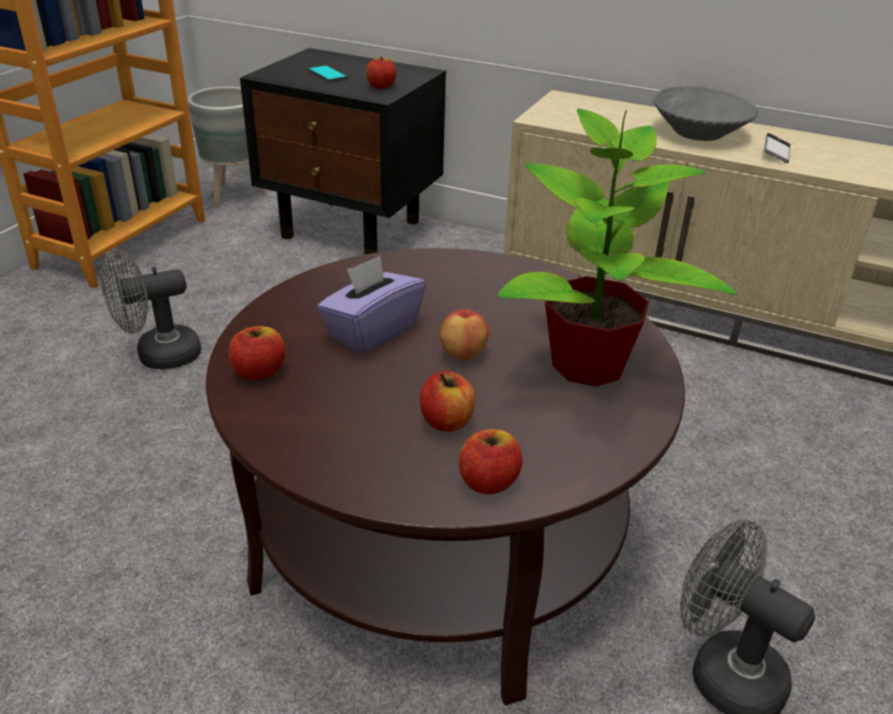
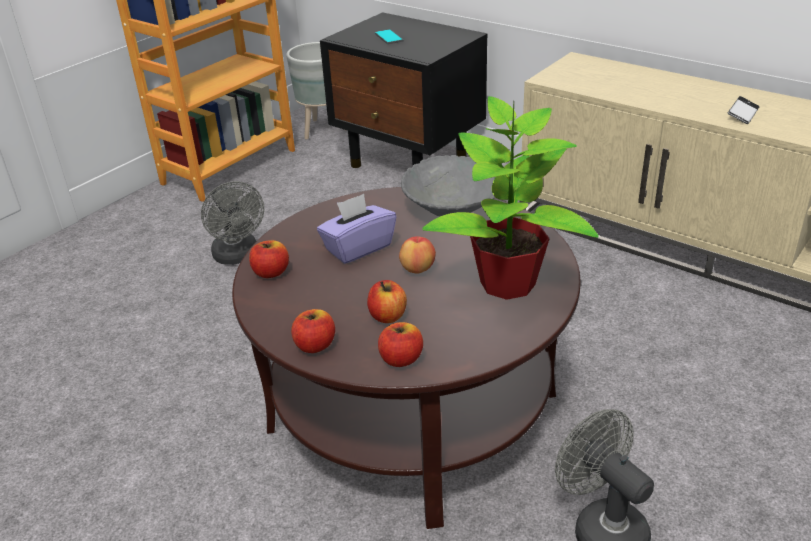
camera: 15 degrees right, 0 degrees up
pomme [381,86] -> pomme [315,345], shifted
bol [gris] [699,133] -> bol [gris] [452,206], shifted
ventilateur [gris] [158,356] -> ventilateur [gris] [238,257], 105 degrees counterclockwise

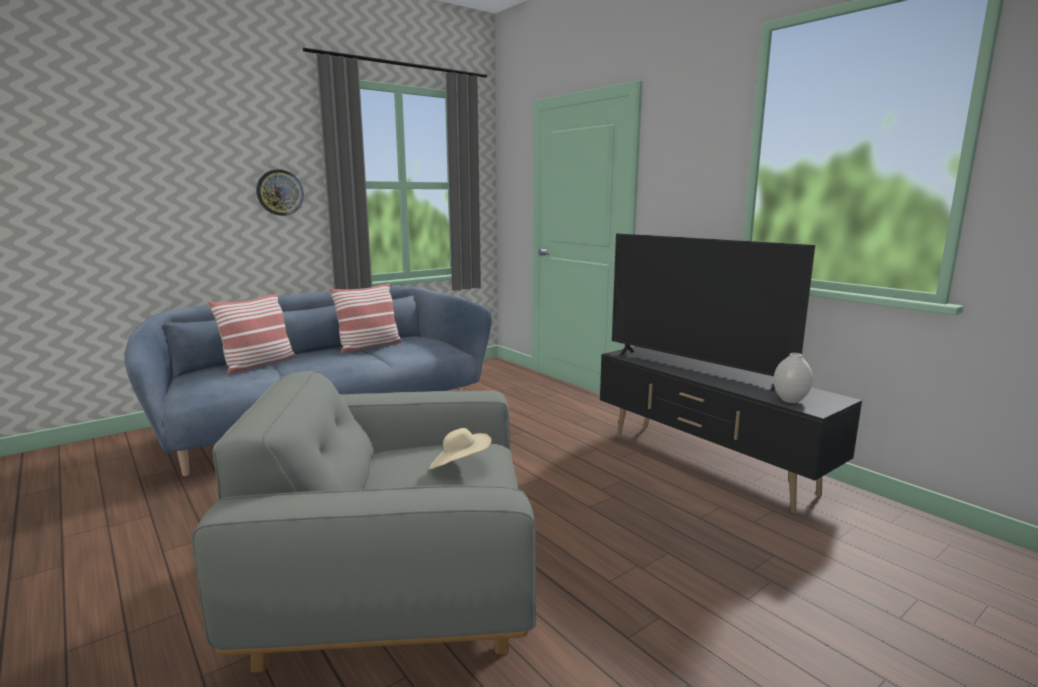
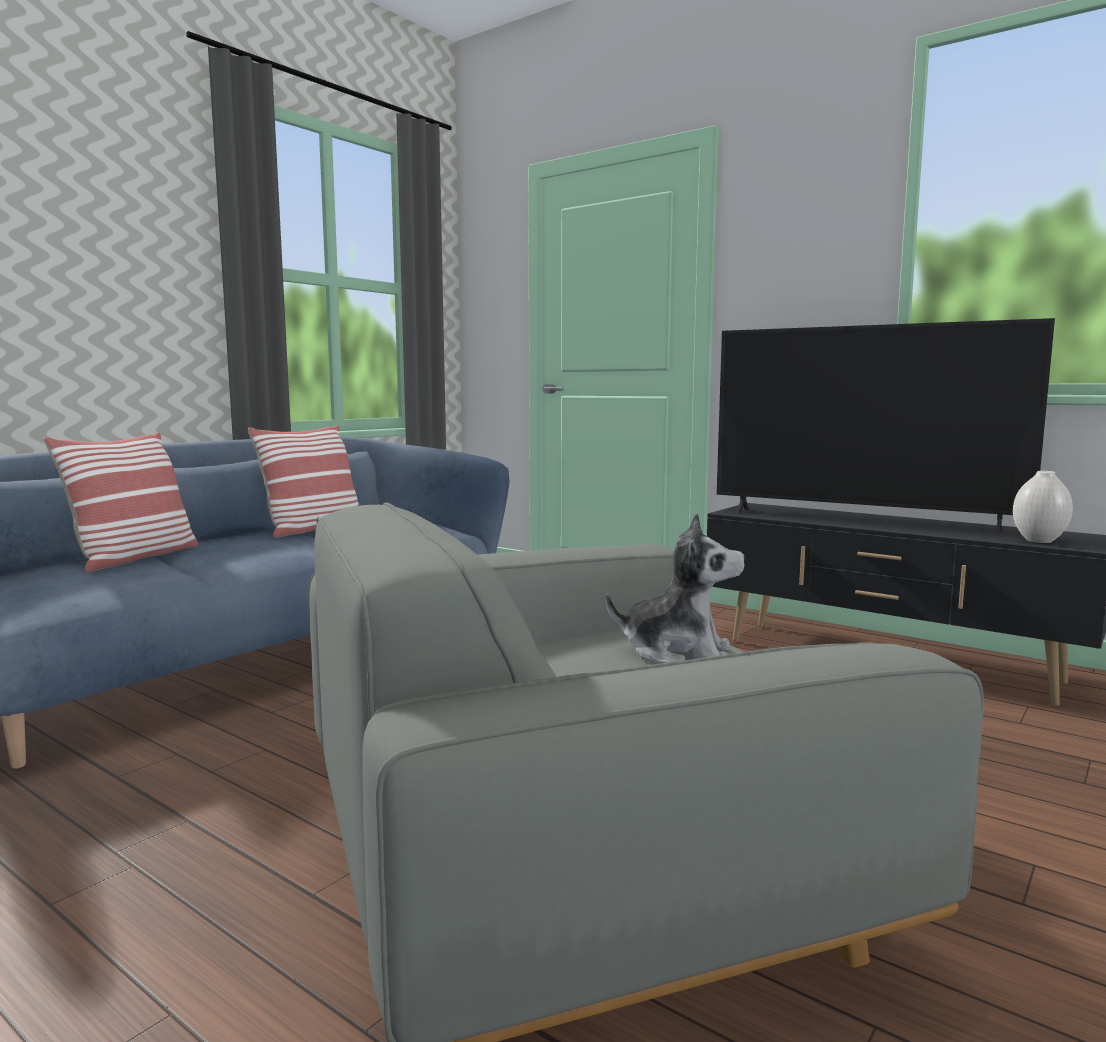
camera: 15 degrees left, 5 degrees down
horloge murale [279,192] -> none
chapeau [beige] [460,466] -> peluche [677,652]

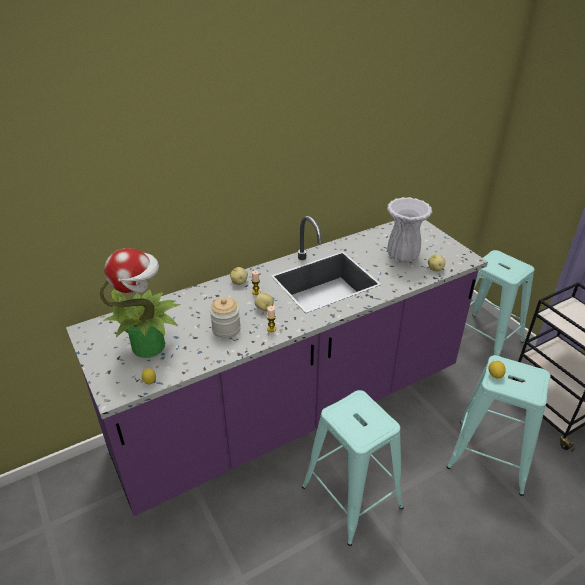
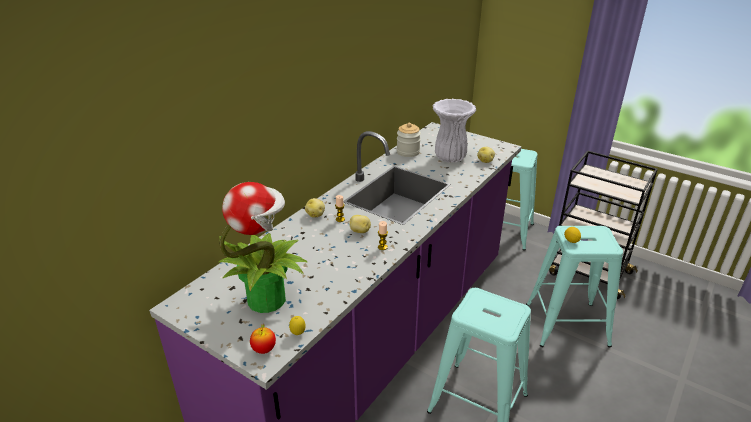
camera: 25 degrees left, 5 degrees down
none -> pomme [264,349]
bocal [226,329] -> bocal [408,152], shifted

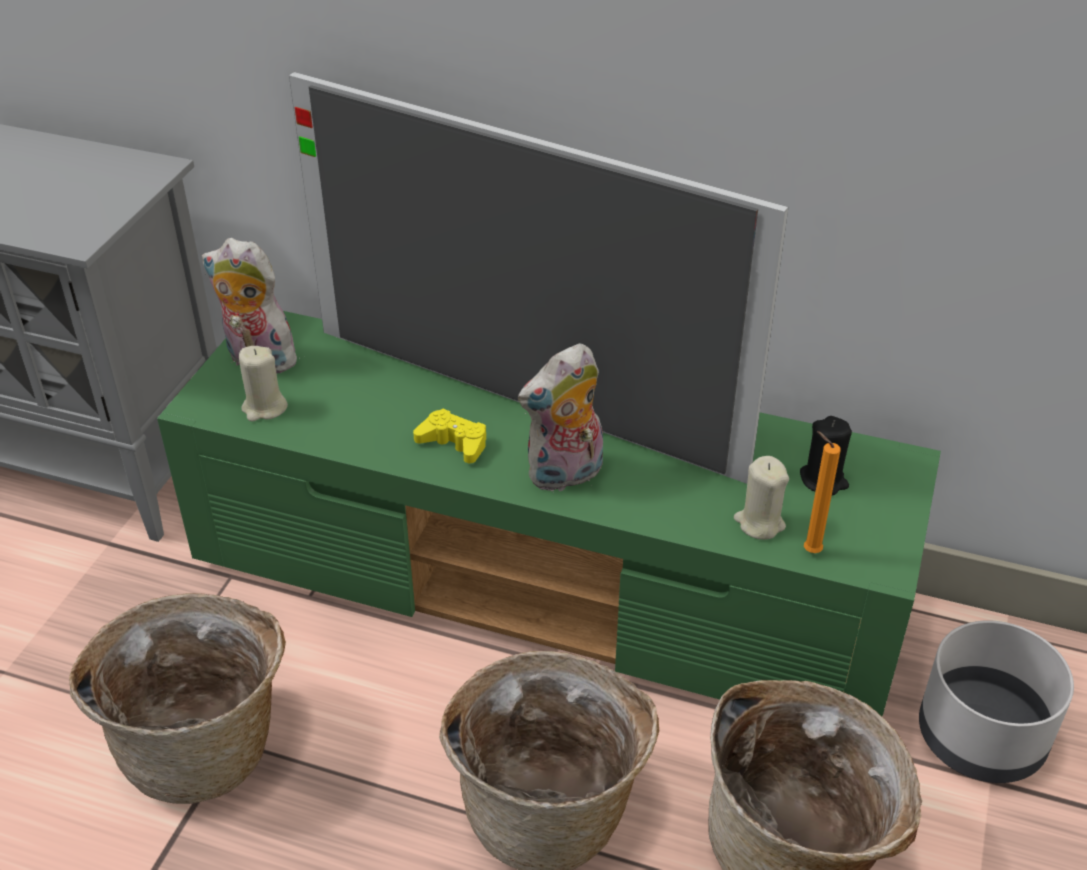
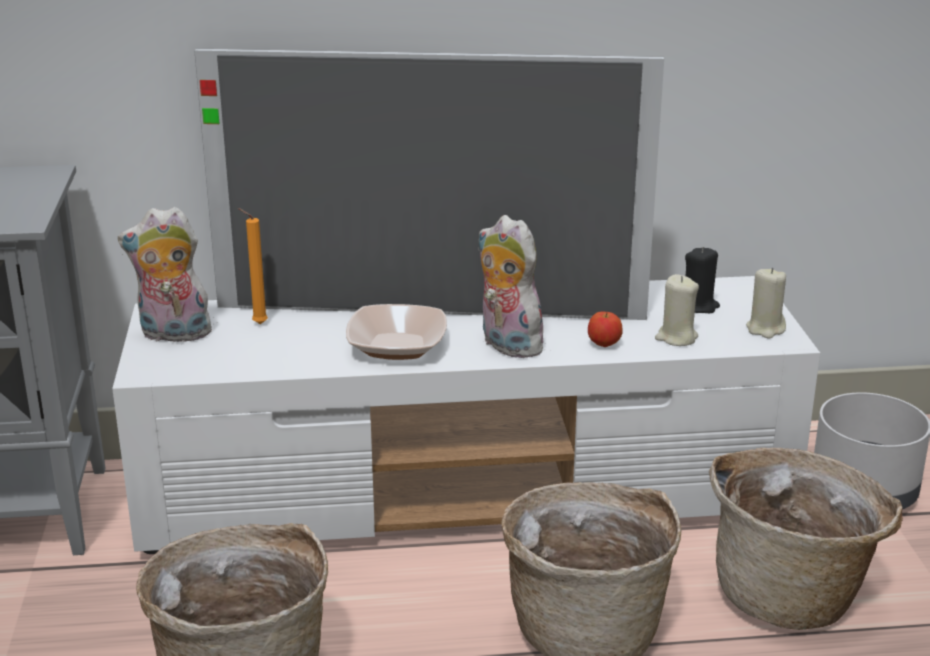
camera: 25 degrees left, 15 degrees down
none -> pomme [604,344]
bougie [beige] [264,408] -> bougie [beige] [765,329], shifted
bougie [orange] [809,550] -> bougie [orange] [257,324], shifted
manette [jaune] [454,443] -> bol [397,346]
meuble télé [vert] [548,584] -> meuble télé [blanc] [468,490]
peluche [565,475] -> peluche [506,345], 105 degrees clockwise

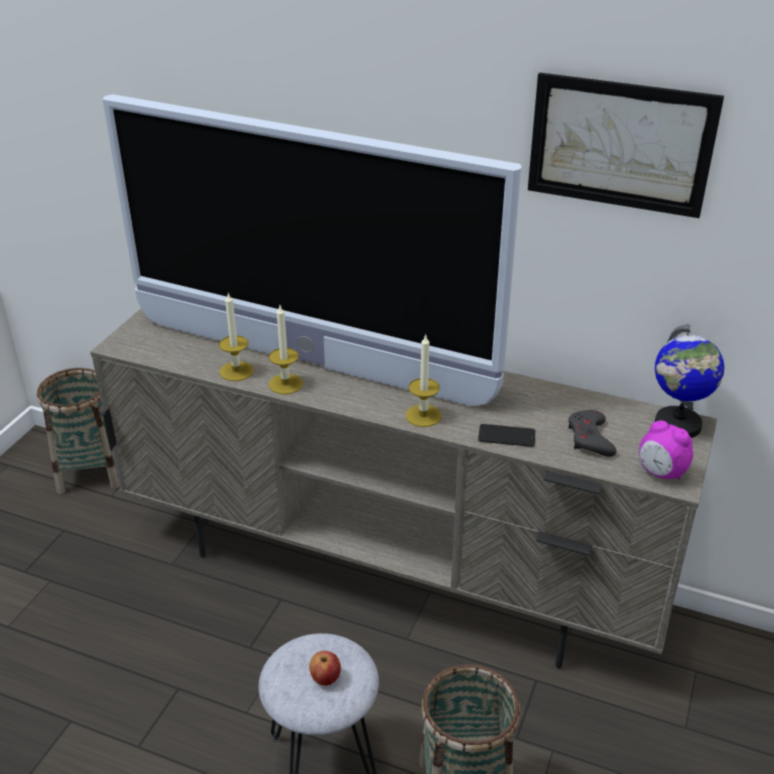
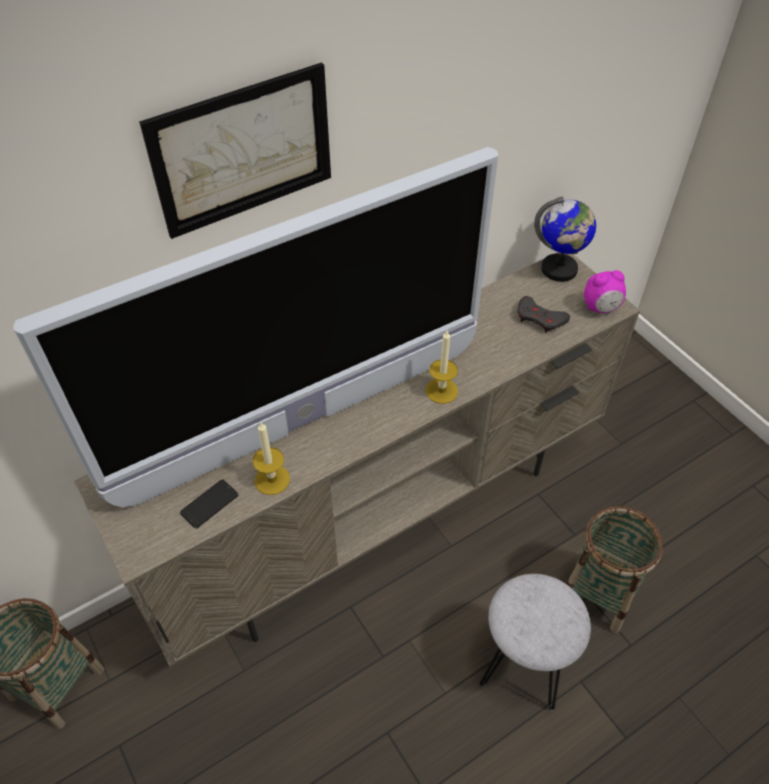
camera: 55 degrees left, 15 degrees up
bougie [285,384] -> none
pomme [325,678] -> none
téléphone [506,436] -> téléphone [209,504], shifted
tableau [620,144] -> tableau [243,151], shifted

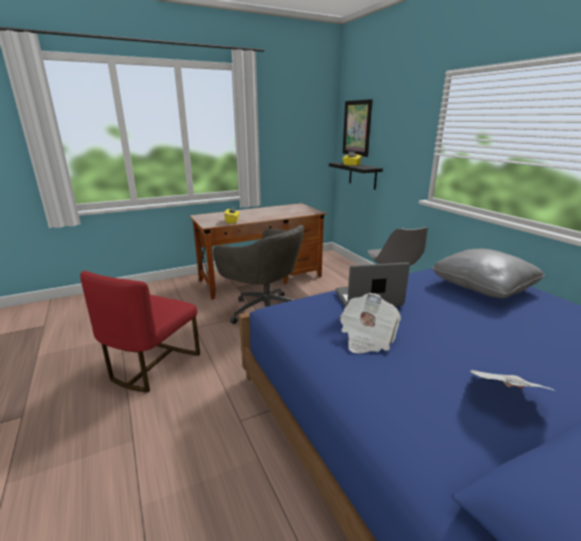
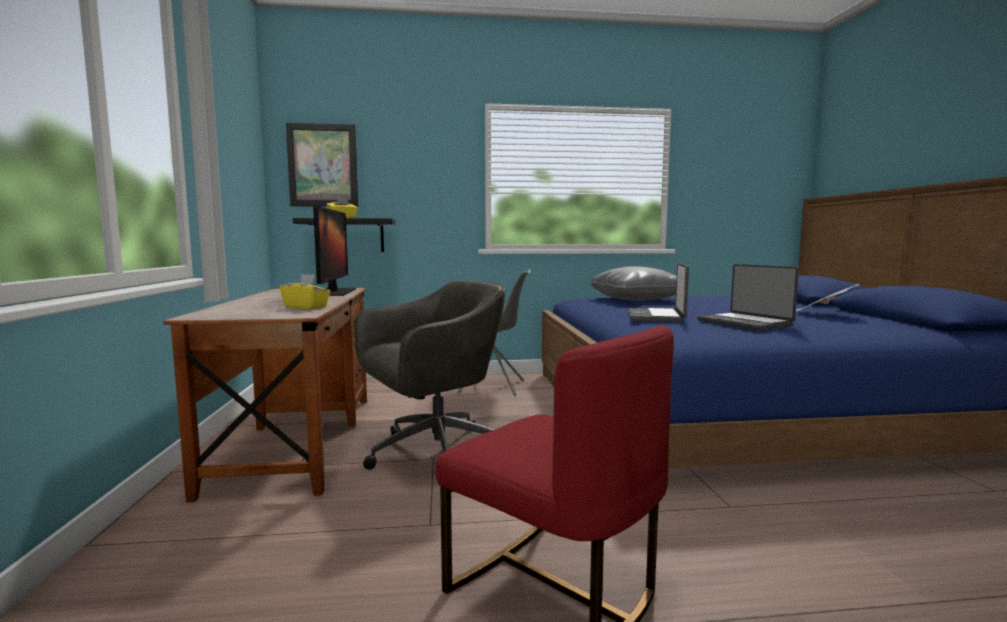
camera: 70 degrees left, 15 degrees down
none -> écran d'ordinateur [334,292]
journal [367,337] -> ordinateur portable [745,323]

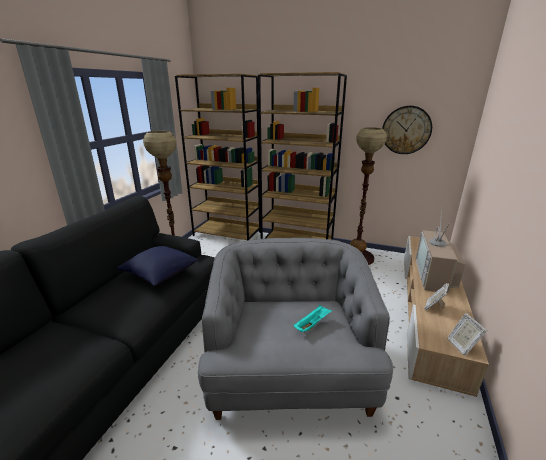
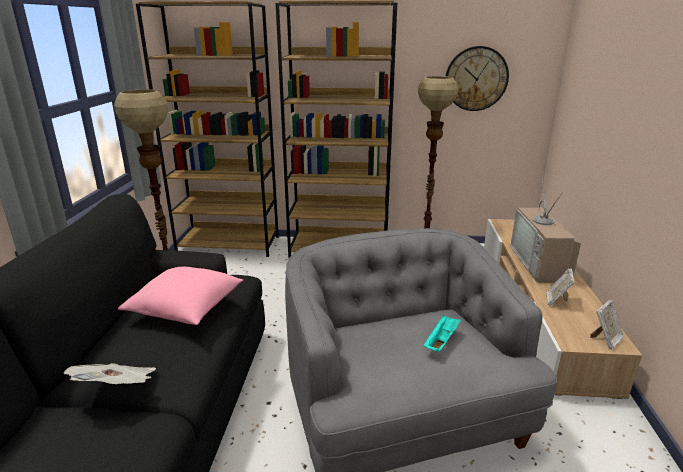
camera: 15 degrees left, 0 degrees up
none -> journal [118,389]
coussin [bleu] [160,274] -> coussin [rose] [187,310]
cadre photo [461,345] -> cadre photo [605,340], 105 degrees counterclockwise

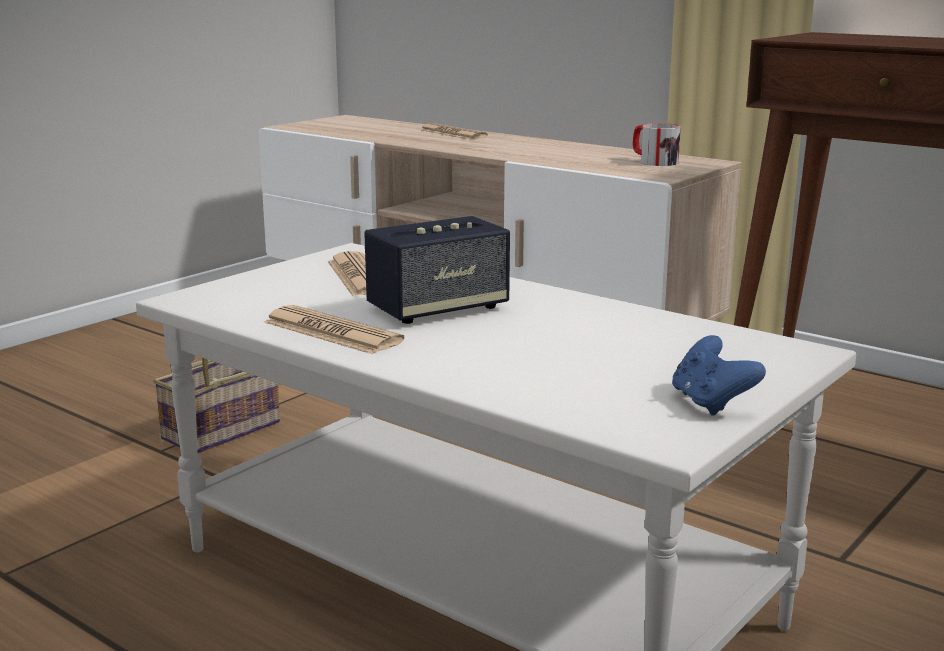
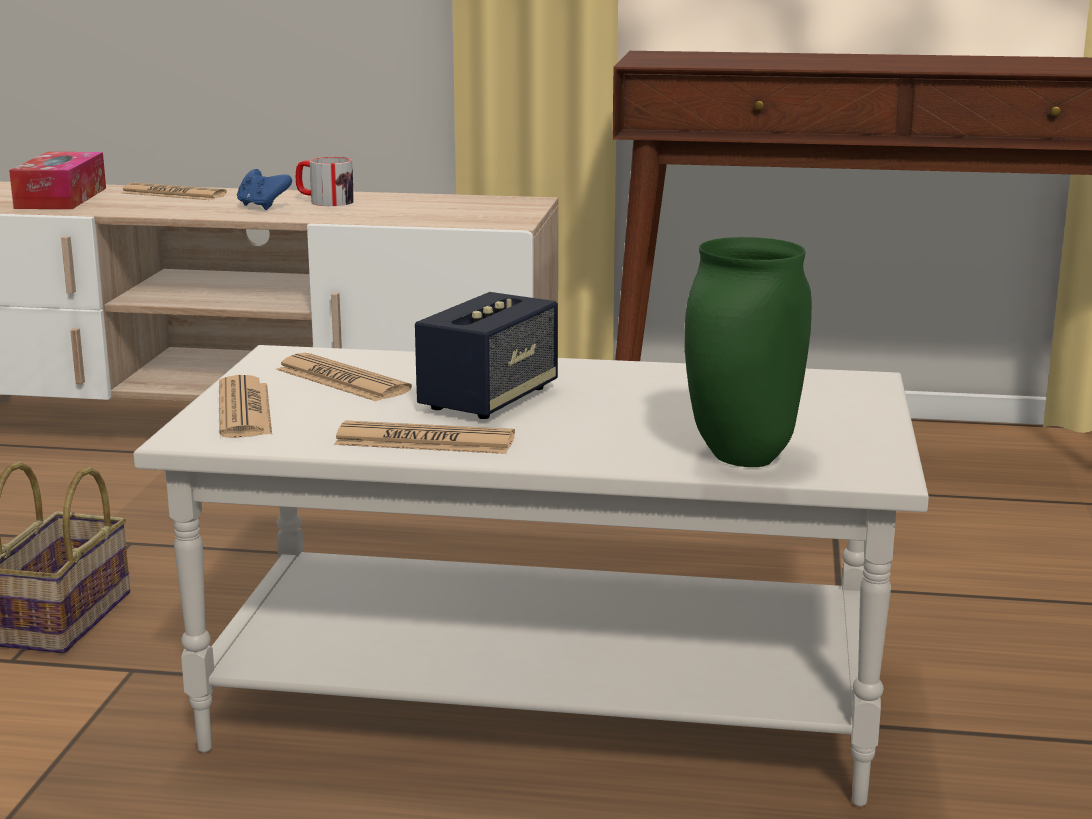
camera: 30 degrees left, 0 degrees up
none -> boîte à mouchoirs [61,198]
none -> journal [244,410]
none -> vase [vert] [740,457]
mug [653,161] -> mug [324,201], shifted
manette [bleu] [711,403] -> manette [bleu] [262,206], shifted

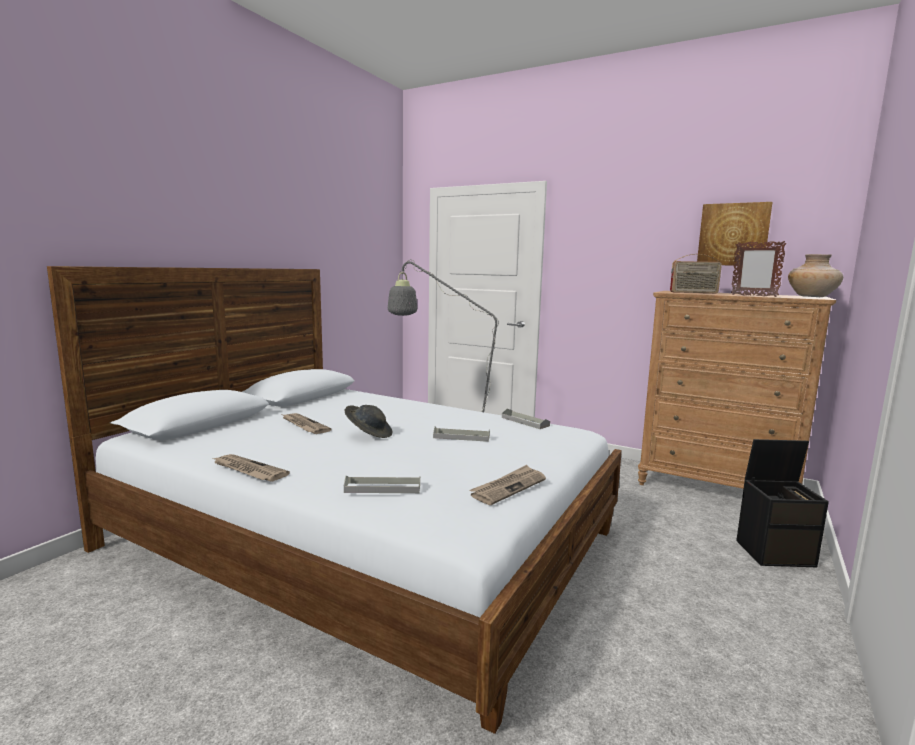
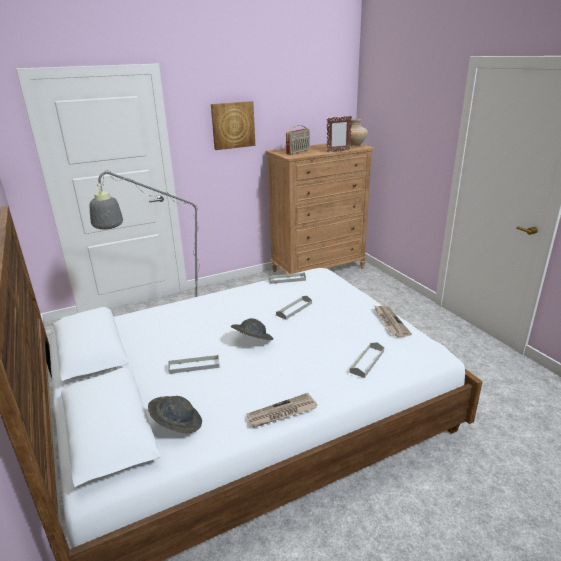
camera: 55 degrees left, 15 degrees up
boîte de rangement [noir] [775,553] -> none
none -> chapeau [gris] [177,424]
tableau [733,234] -> tableau [233,125], shifted
journal [304,425] -> plateau [gris] [194,366]

